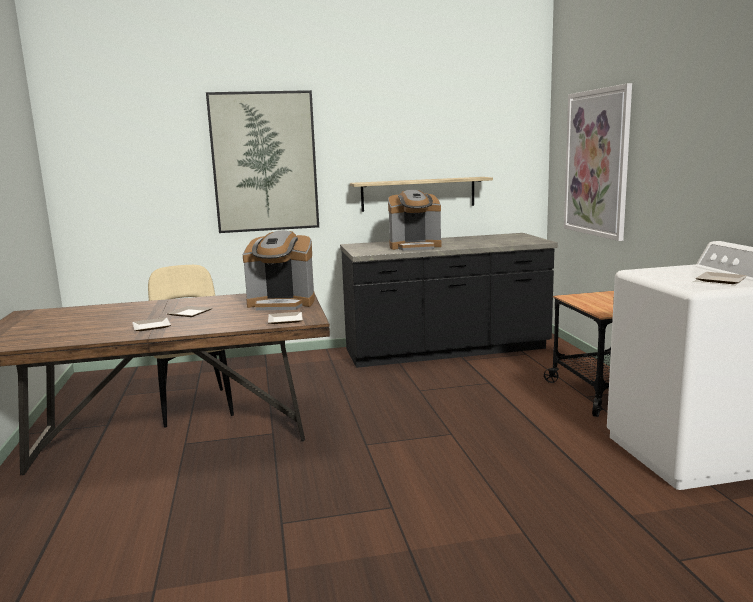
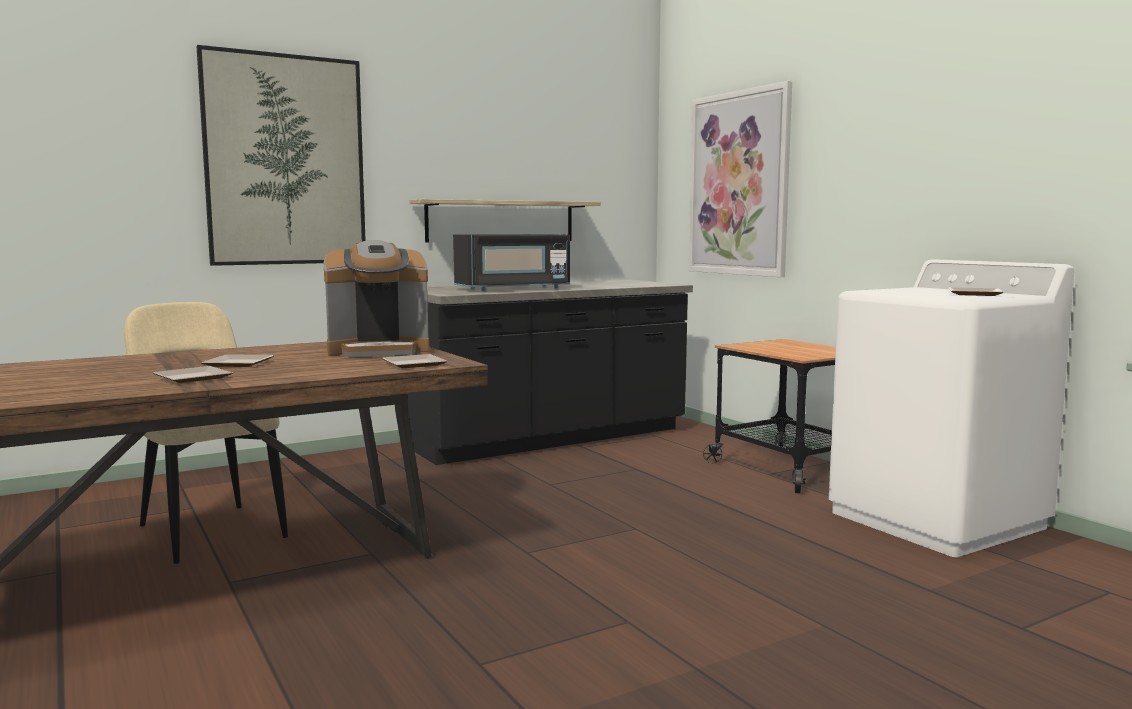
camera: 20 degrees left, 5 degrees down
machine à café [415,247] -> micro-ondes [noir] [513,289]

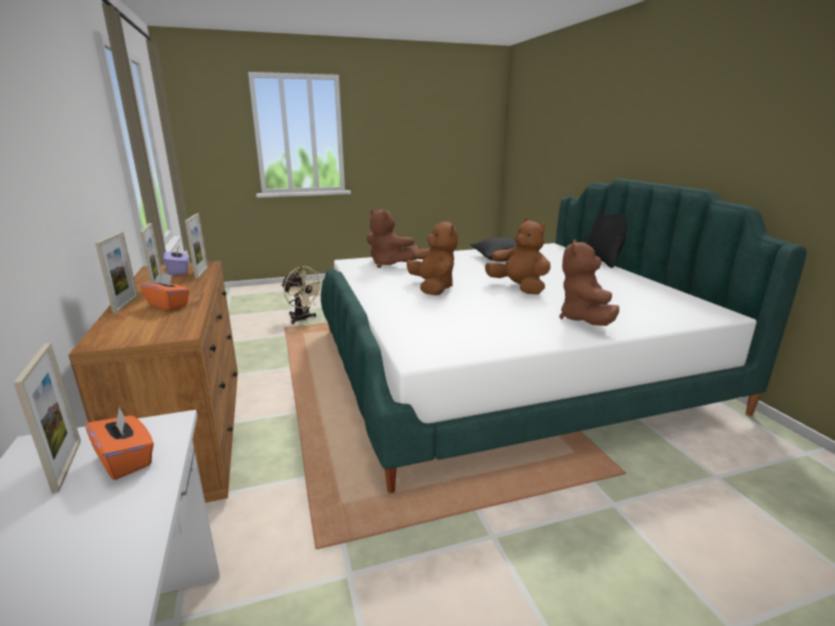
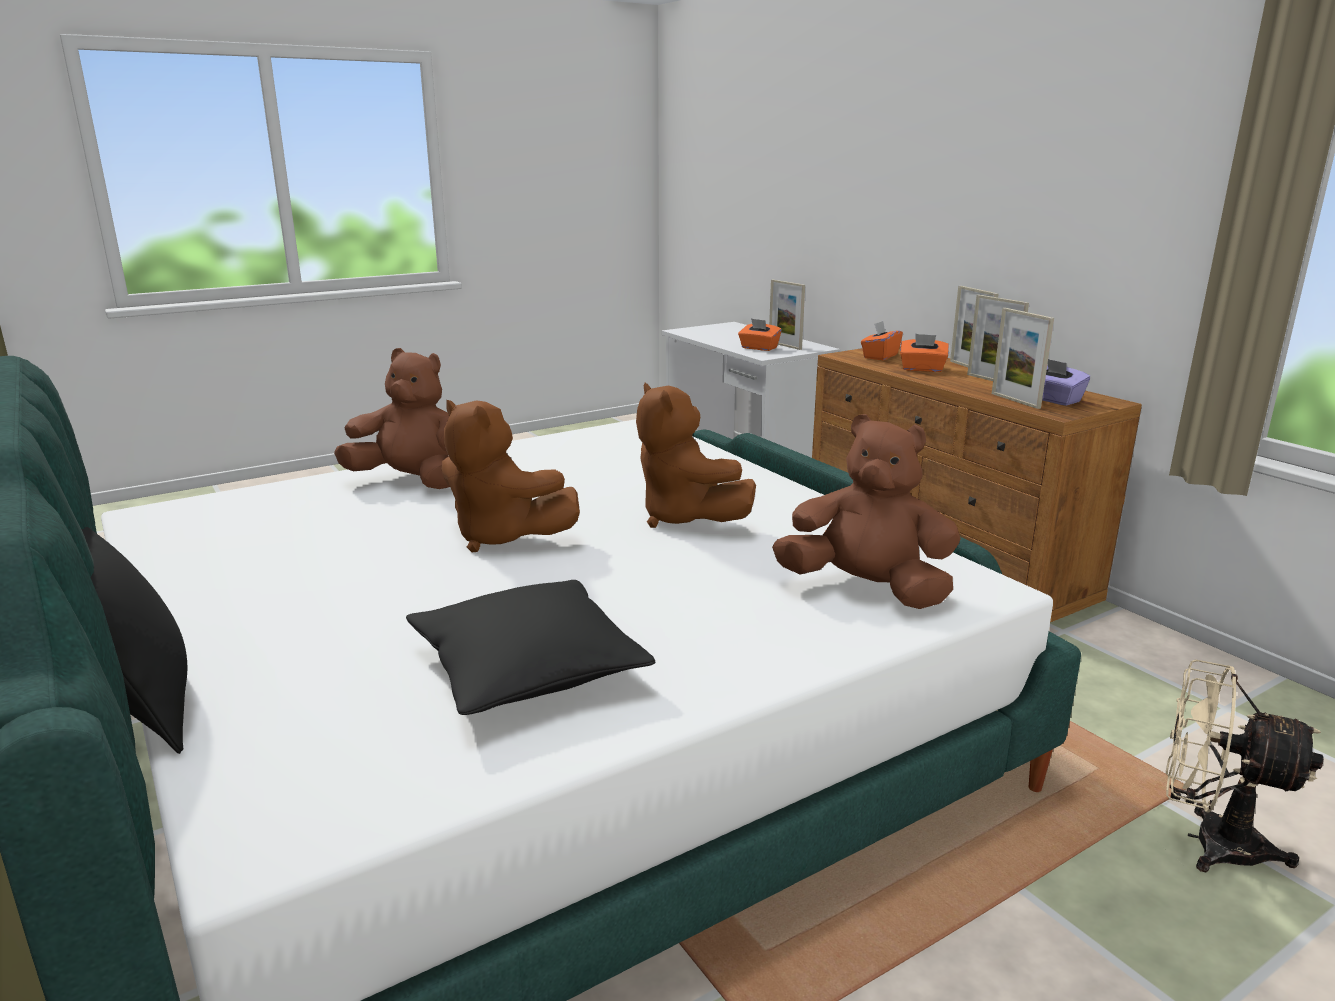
camera: 165 degrees right, 0 degrees up
none -> boîte à mouchoirs [orange] [880,356]
peluche [marron] [585,320] -> peluche [marron] [412,481], 75 degrees counterclockwise

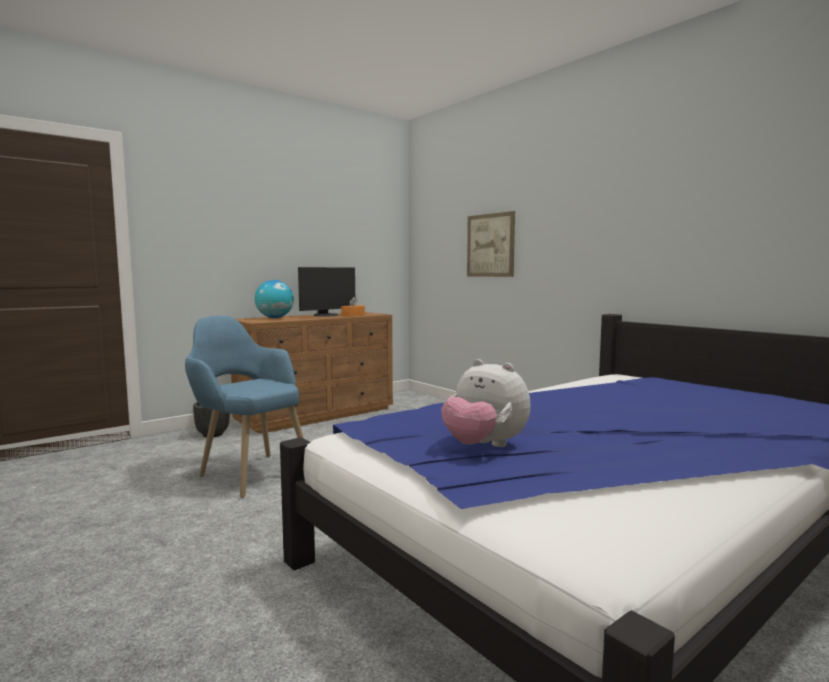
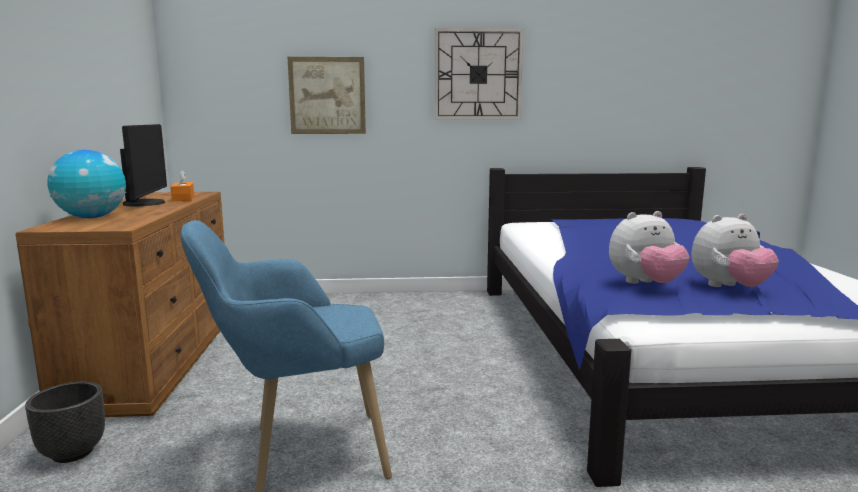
camera: 55 degrees left, 5 degrees up
none -> horloge murale [478,74]
none -> peluche [645,284]

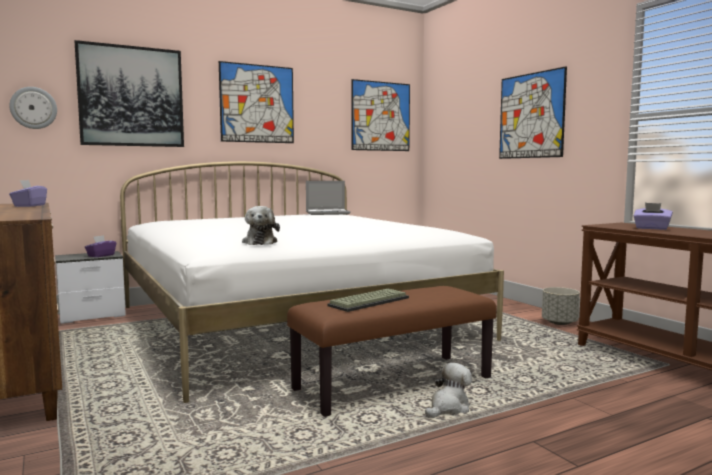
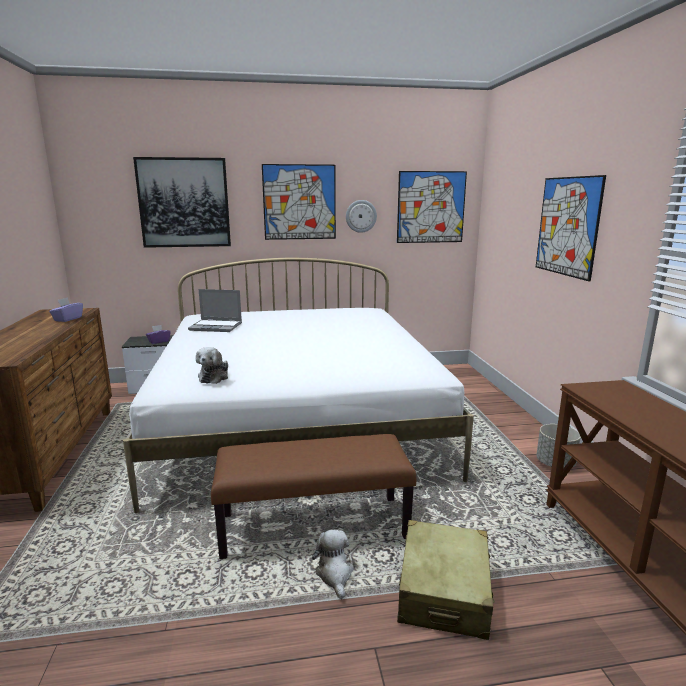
camera: 20 degrees right, 10 degrees up
clavier [369,301] -> none
boîte à mouchoirs [violet] [651,228] -> none
none -> valise [beige] [443,591]
horloge murale [33,108] -> horloge murale [361,216], shifted
ordinateur portable [328,213] -> ordinateur portable [216,327], shifted
peluche [448,408] -> peluche [334,574], 75 degrees counterclockwise

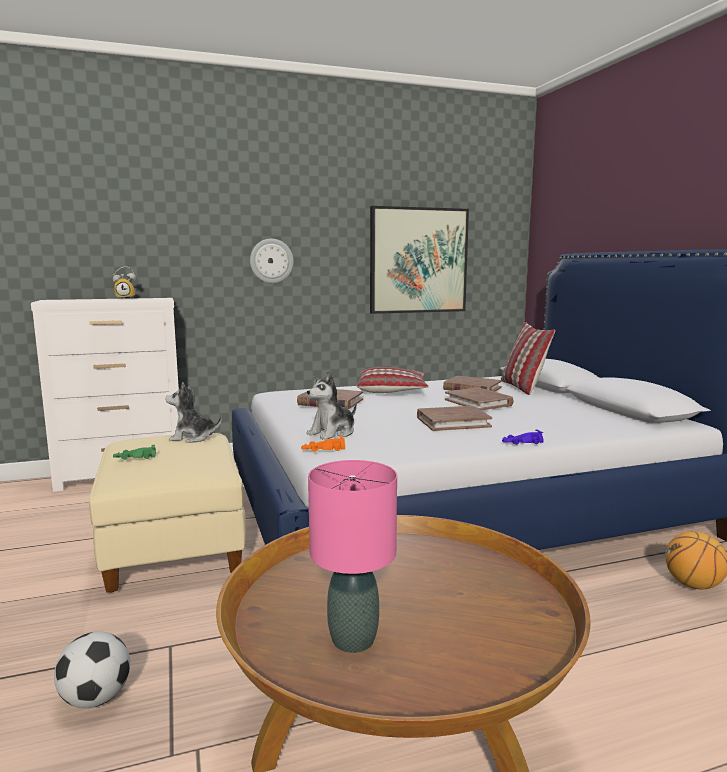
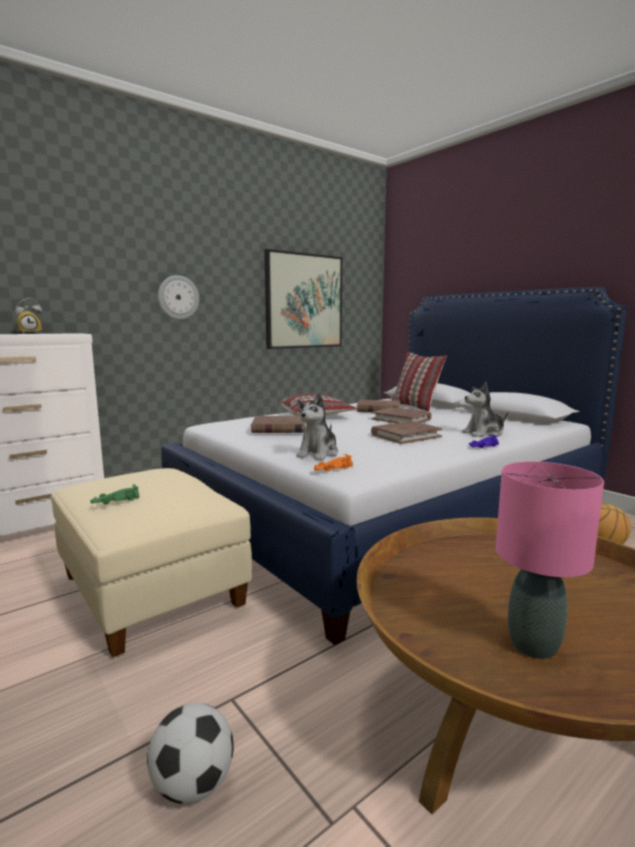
camera: 20 degrees left, 0 degrees up
peluche [192,438] -> peluche [484,433], shifted

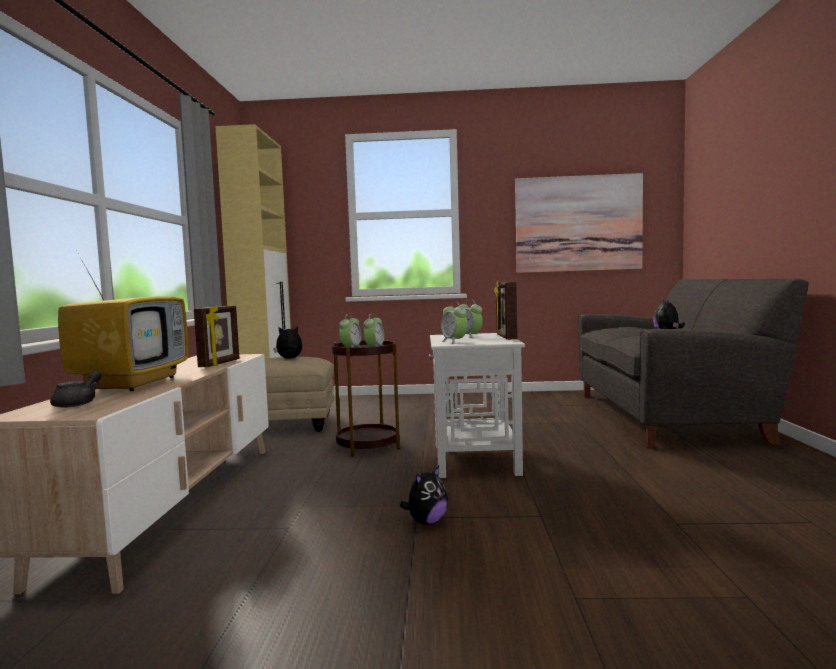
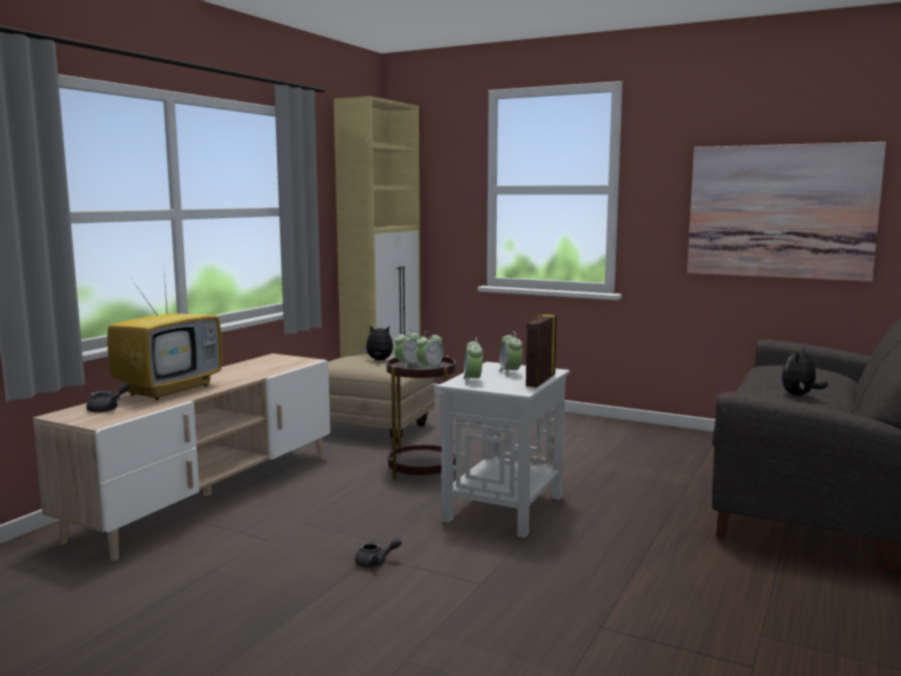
camera: 25 degrees right, 5 degrees up
cadre photo [220,363] -> none
peluche [426,522] -> théière [gris] [376,562]

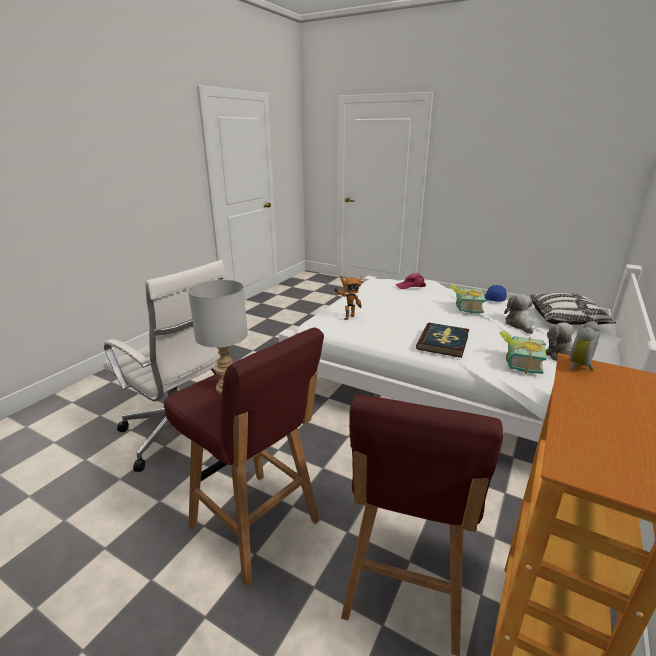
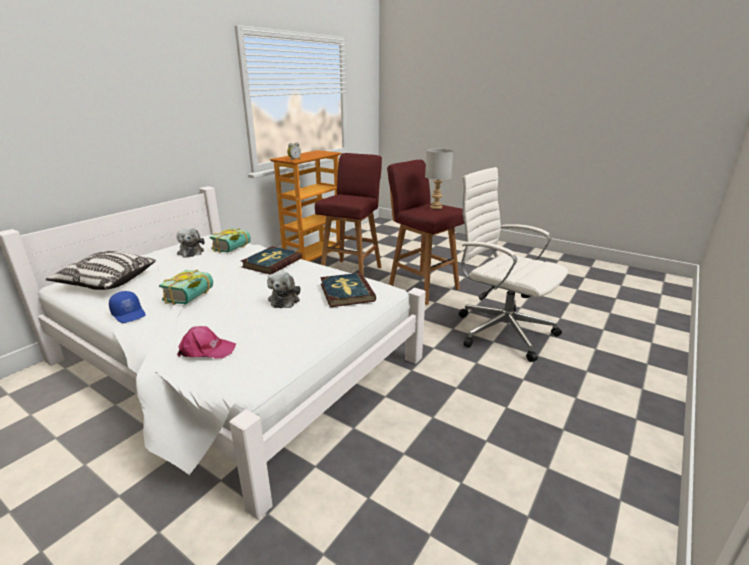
camera: 175 degrees left, 0 degrees up
peluche [519,324] -> peluche [285,299], shifted
robot jouet [347,317] -> livre [346,292]

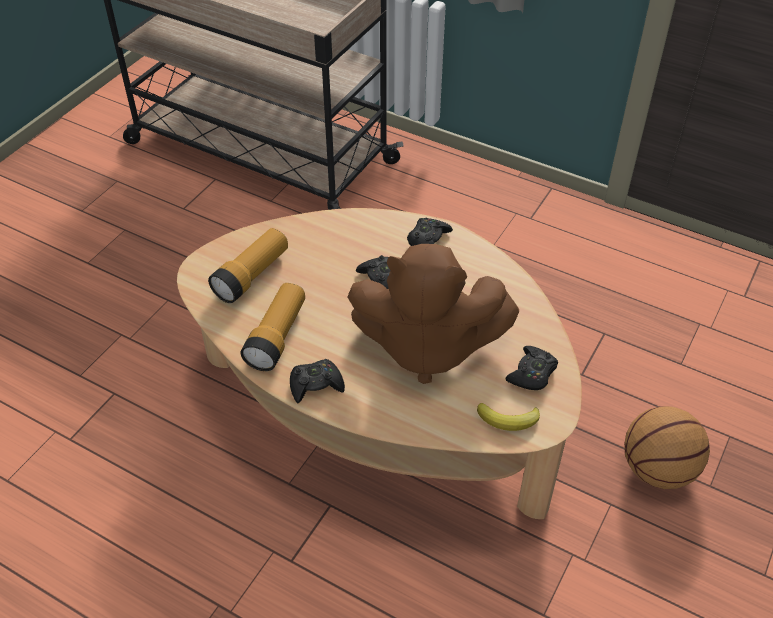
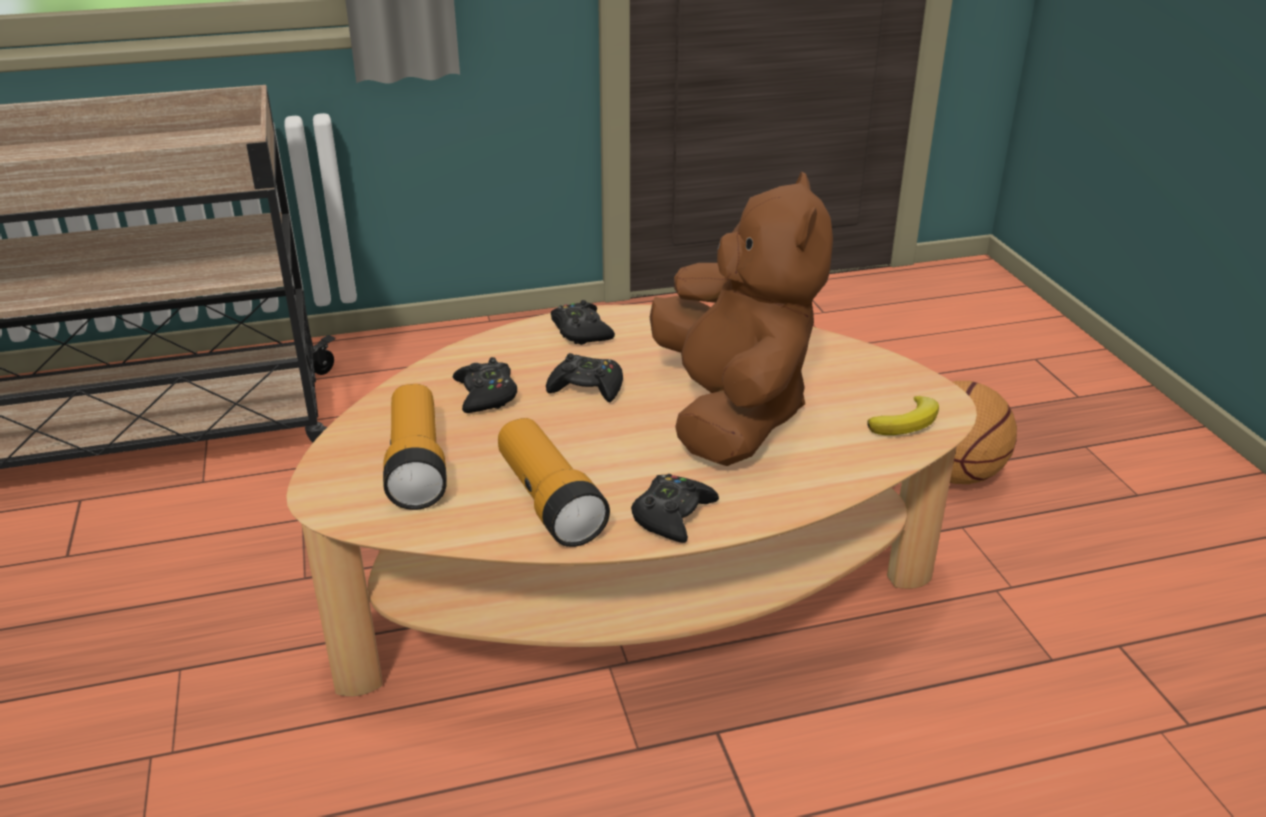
camera: 45 degrees left, 15 degrees down
manette [noir] [532,373] -> manette [noir] [486,395], shifted
peluche [marron] [427,346] -> peluche [marron] [731,413], 60 degrees counterclockwise

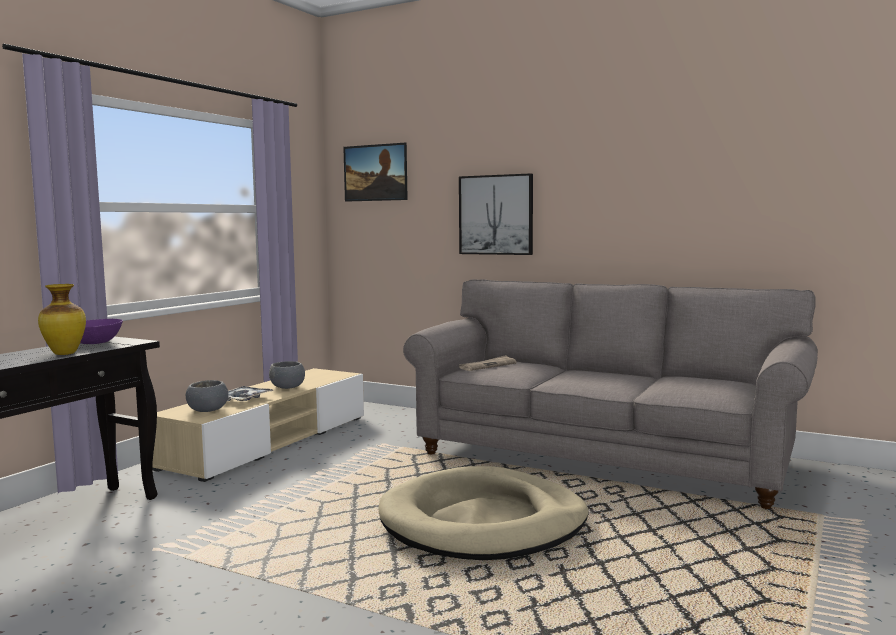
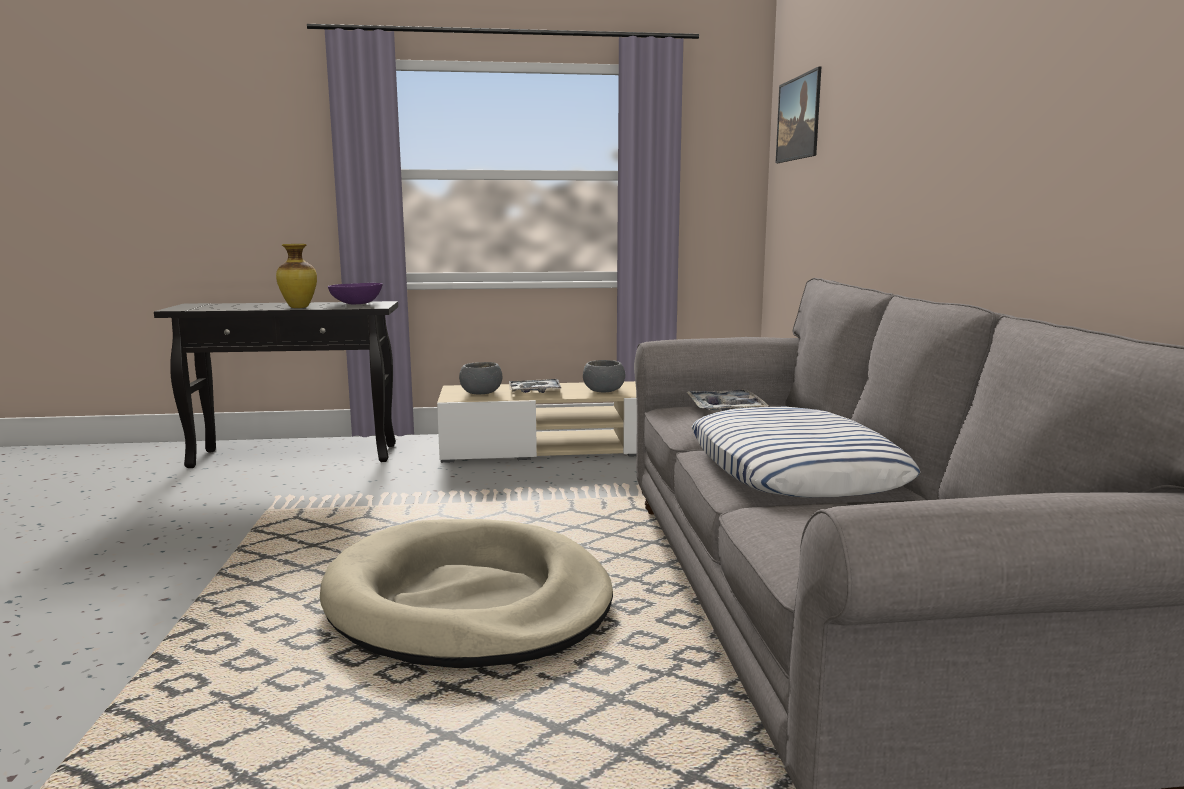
camera: 55 degrees right, 5 degrees up
tableau [496,215] -> none
none -> coussin [794,468]
journal [488,365] -> plateau [725,409]

